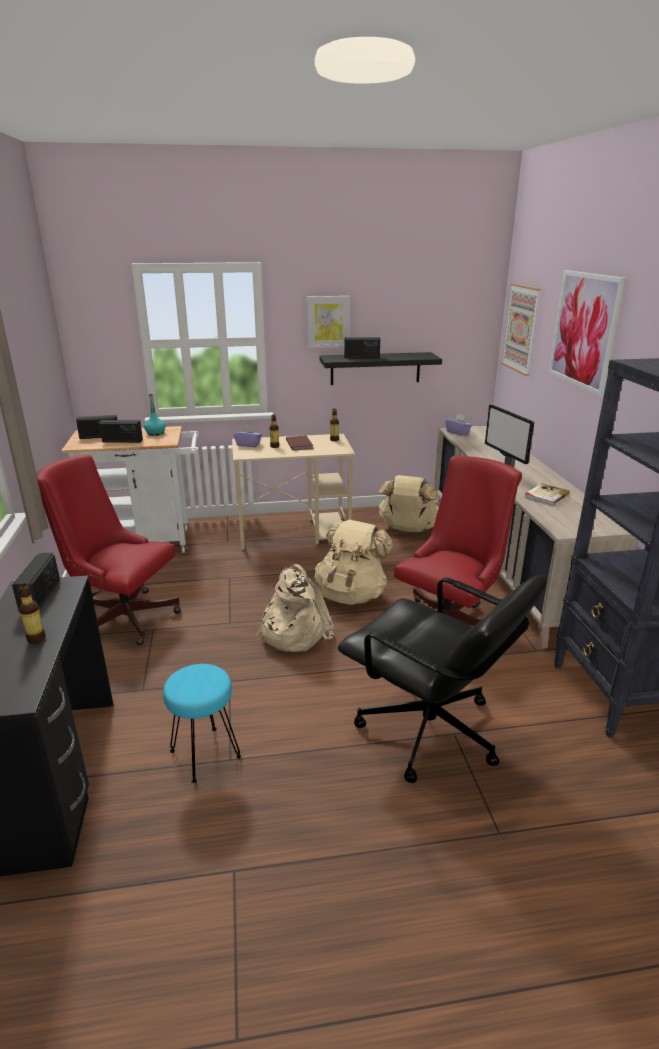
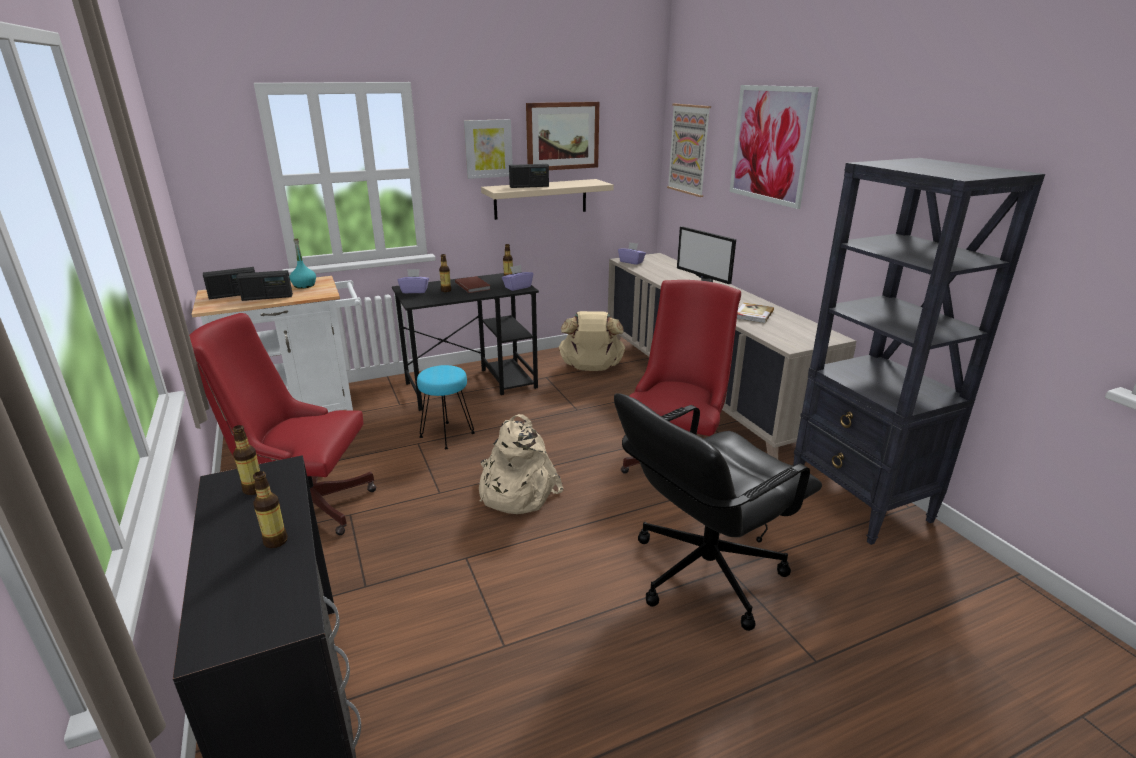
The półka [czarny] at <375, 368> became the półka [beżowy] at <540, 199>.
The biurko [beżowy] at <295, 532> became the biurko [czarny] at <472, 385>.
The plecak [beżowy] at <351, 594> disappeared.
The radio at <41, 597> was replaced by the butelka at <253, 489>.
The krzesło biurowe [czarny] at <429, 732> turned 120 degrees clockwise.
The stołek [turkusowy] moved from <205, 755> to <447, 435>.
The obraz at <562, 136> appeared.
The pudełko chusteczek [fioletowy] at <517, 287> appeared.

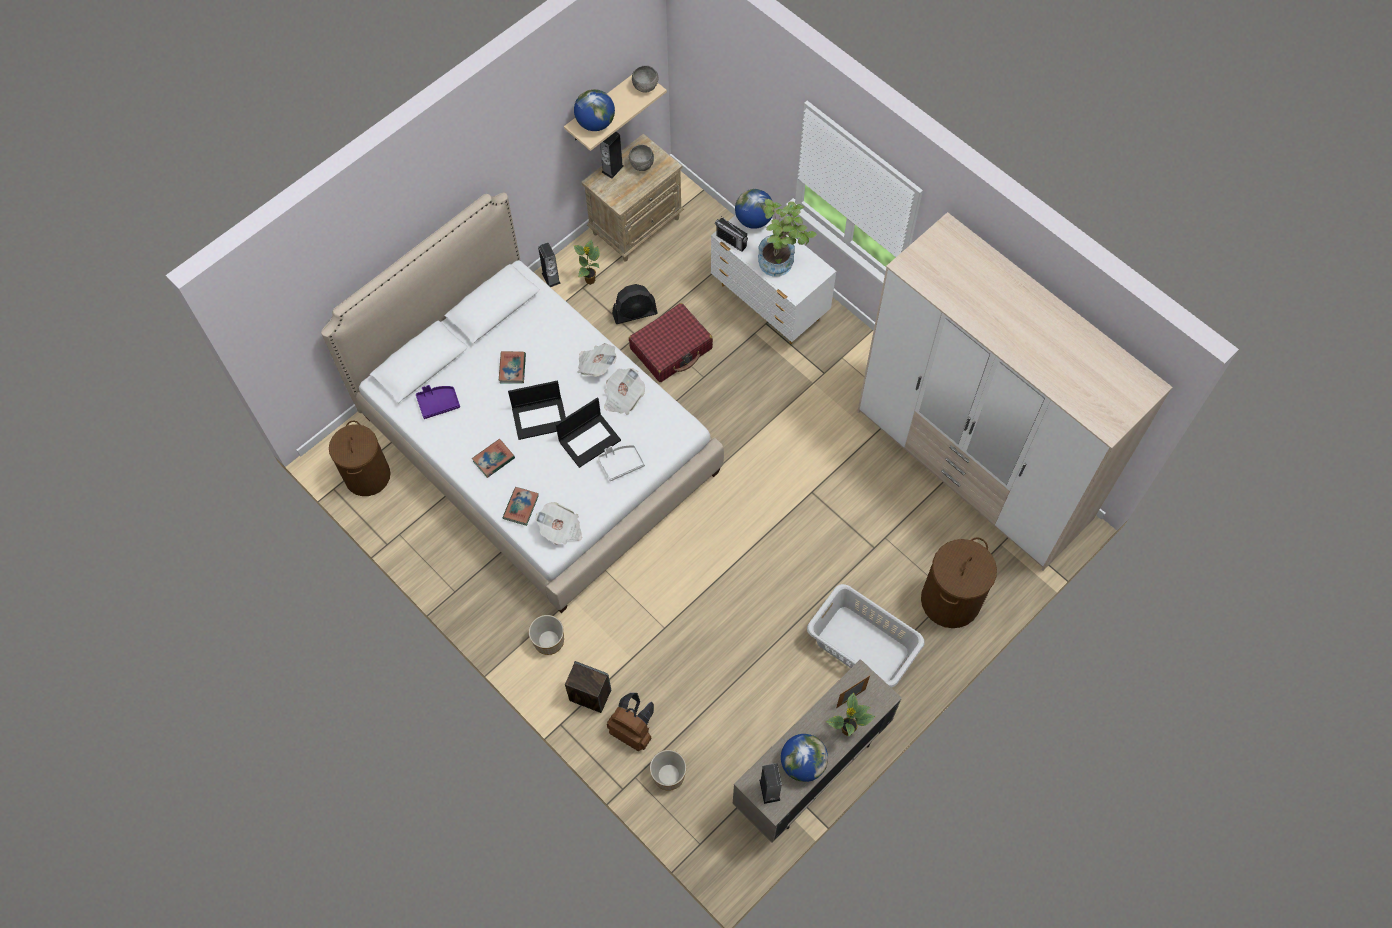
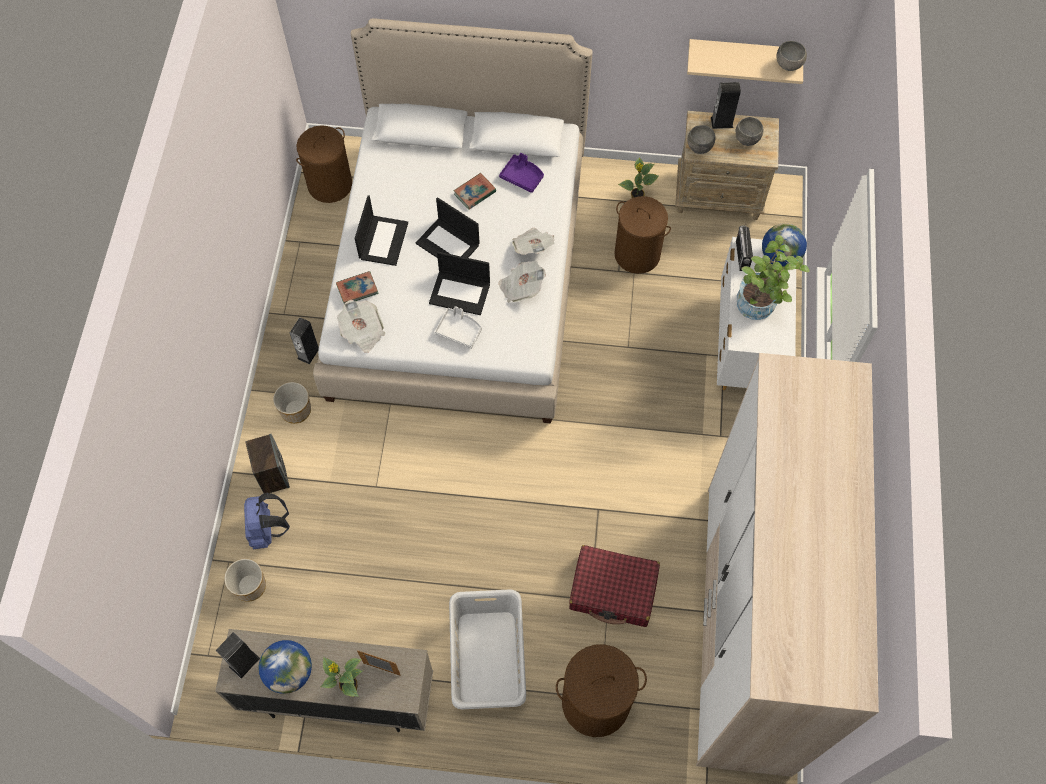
The globus at <595, 123> disappeared.
The głośnik moved from <551, 278> to <308, 353>.
The wentylator [czarny] at <635, 313> was replaced by the kosz na pranie [brązowy] at <637, 254>.
The walizka [czerwony] moved from <671, 349> to <613, 590>.
The taca [fioletowy] moved from <438, 403> to <522, 177>.
The książka at <493, 459> was replaced by the laptop at <383, 240>.
The plecak [brązowy] at <633, 730> became the plecak [niebieski] at <268, 530>.
The miska [szary] at <699, 147> appeared.

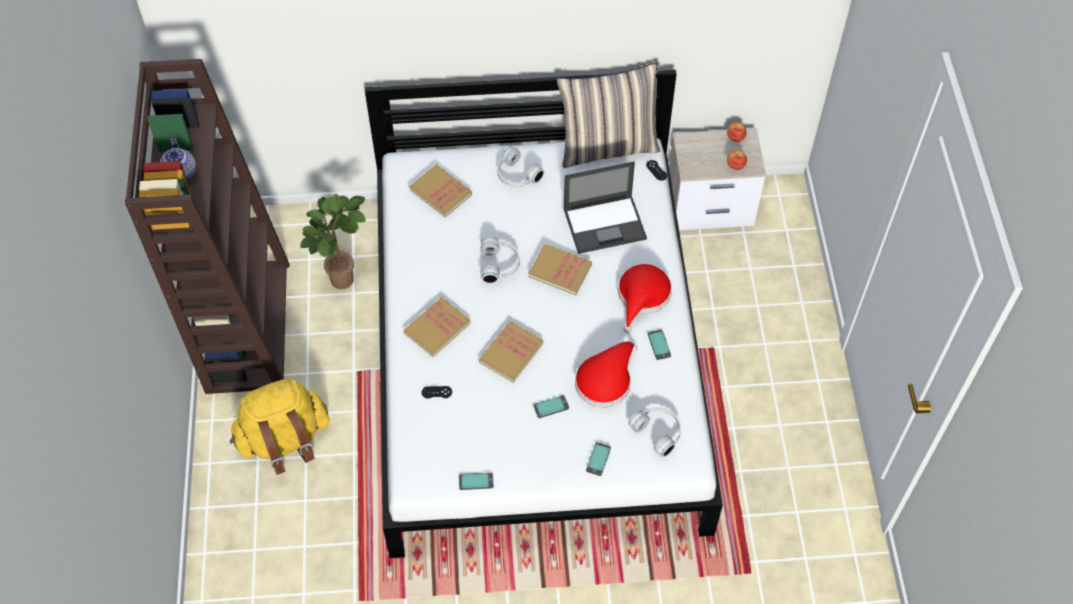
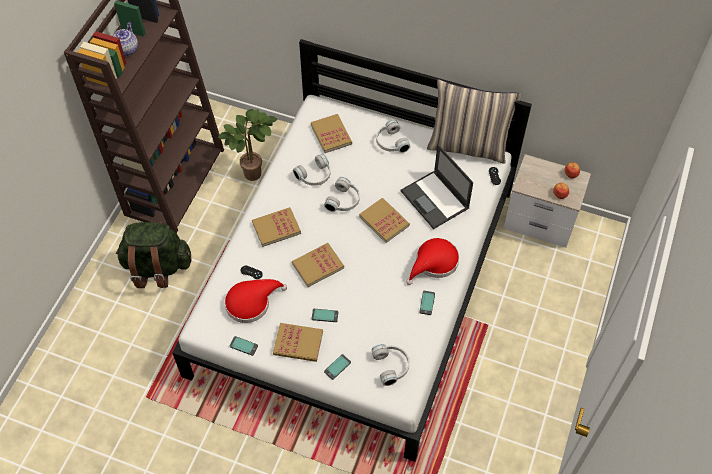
The laptop at <605, 223> turned 45 degrees clockwise.
The kapelusz [czerwony] moved from <605, 380> to <251, 302>.
The plecak [żółty] at <285, 440> became the plecak [zielony] at <157, 267>.
The słuchawki [biały] at <315, 176> appeared.
The książka at <298, 343> appeared.

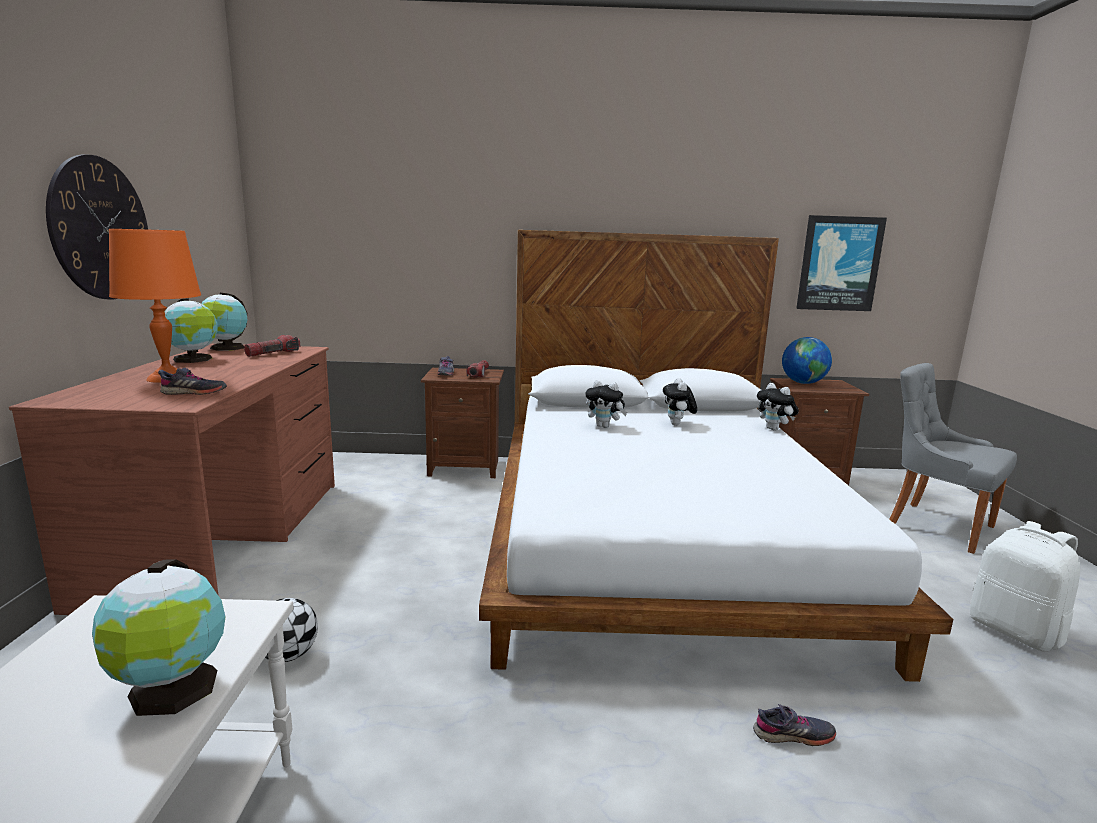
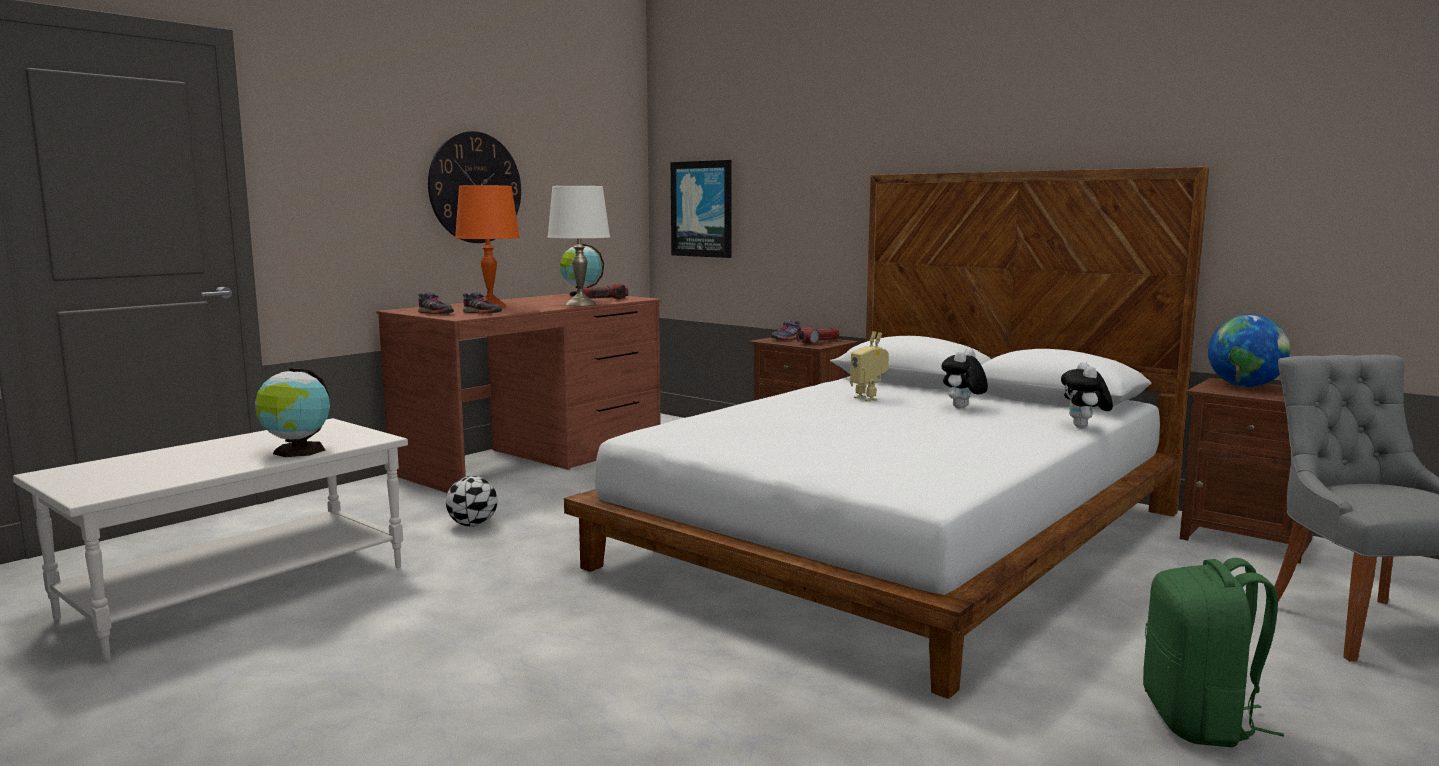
The obraz moved from <839, 264> to <702, 209>.
The globus at <193, 359> disappeared.
The pluszak at <604, 426> was replaced by the robot zabawkowy at <868, 398>.
The plecak [biały] at <1015, 631> became the plecak [zielony] at <1200, 721>.
The but [szary] moved from <793, 735> to <435, 313>.
The lampa stołowa [biały] at <580, 304> appeared.

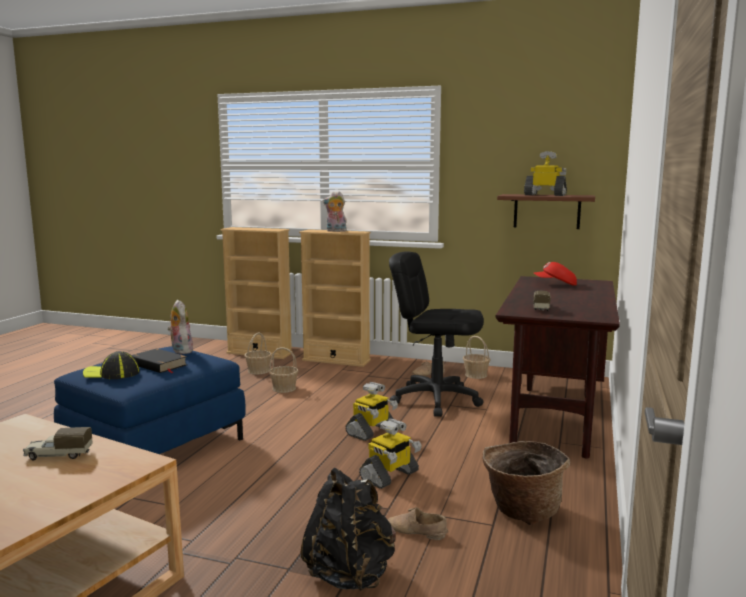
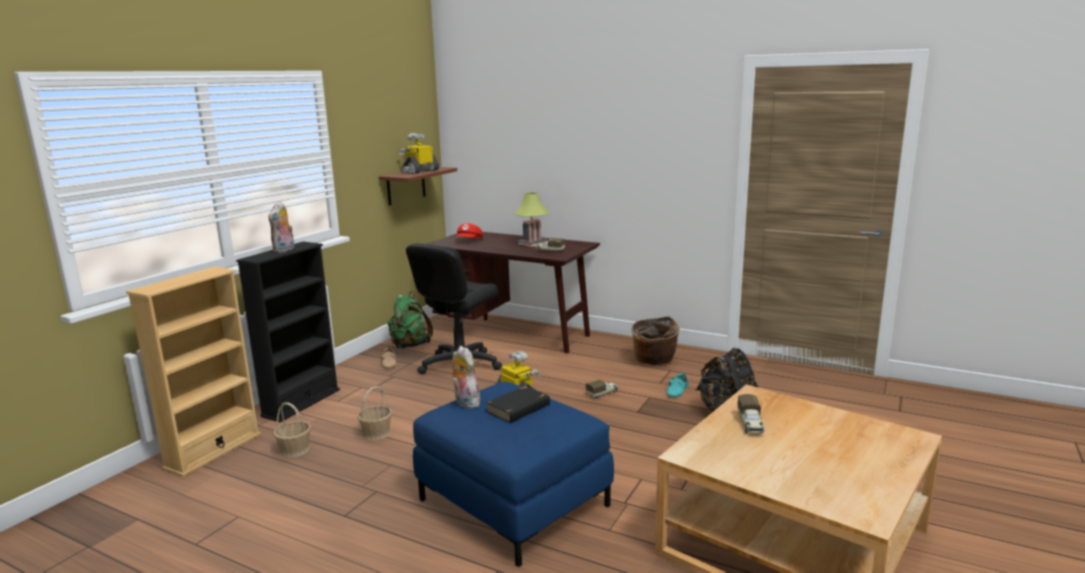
The regał [beżowy] at <336, 360> became the regał [czarny] at <301, 403>.
The pluszak at <180, 351> turned 75 degrees clockwise.
The koszyk at <476, 375> was replaced by the plecak [zielony] at <409, 346>.
The czapka z daszkiem at <112, 373> disappeared.
The robot zabawkowy at <390, 476> was replaced by the ciężarówka zabawkowa at <602, 393>.
The but [beżowy] at <416, 531> became the but [turkusowy] at <678, 391>.
The lampa stołowa at <532, 243> appeared.

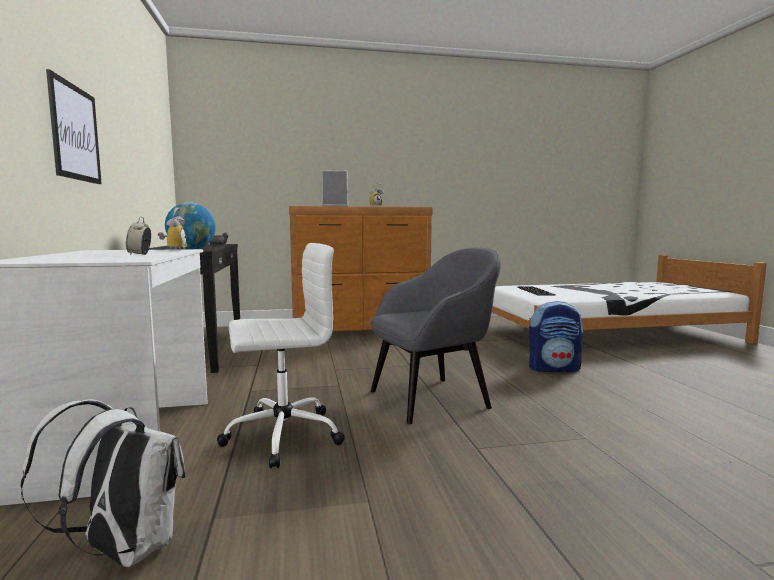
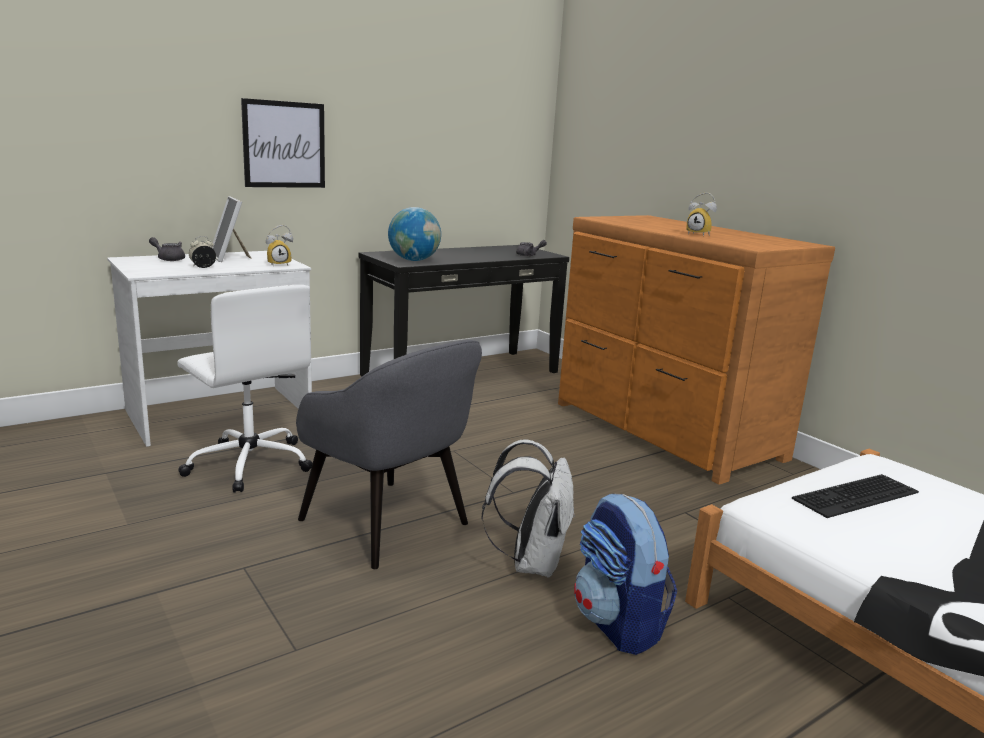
The ramka na zdjęcie moved from <335, 206> to <230, 258>.
The plecak [biały] moved from <122, 551> to <531, 562>.
The imbryk [szary] at <169, 259> appeared.

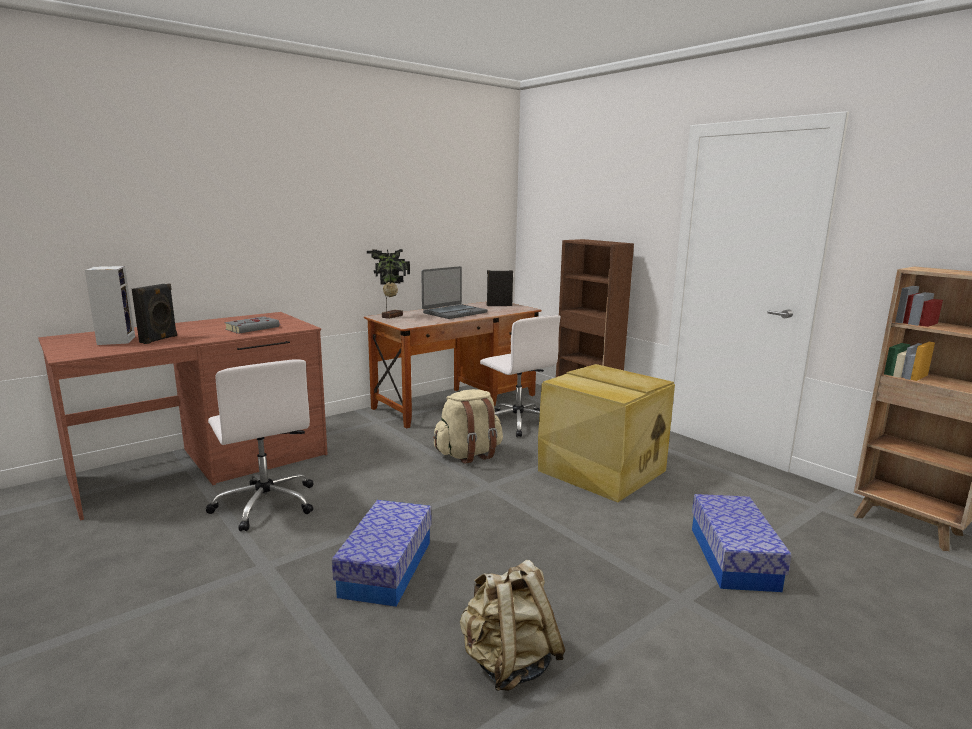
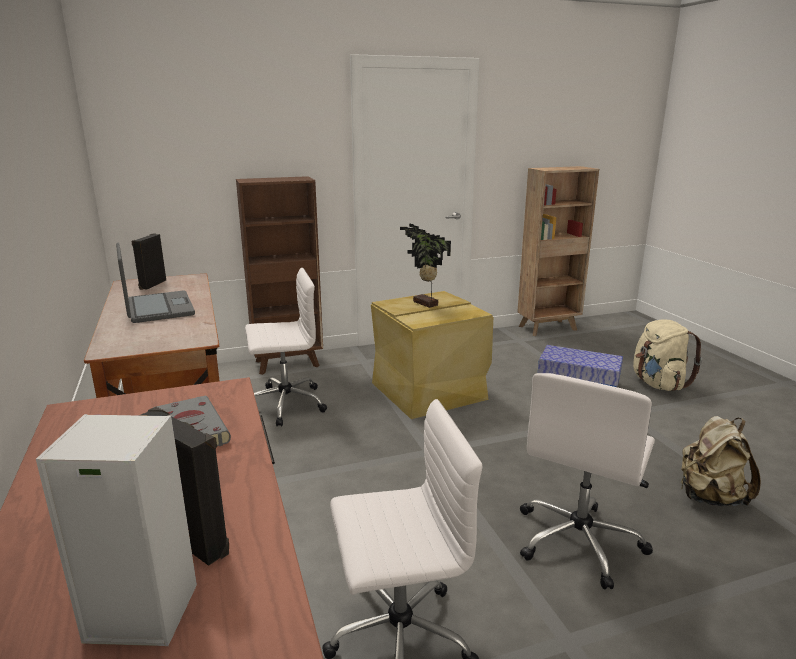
The roślina doniczkowa moved from <390, 316> to <424, 304>.
The plecak [beżowy] moved from <468, 454> to <658, 384>.
The pojemnik do przechowywania at <386, 568> was replaced by the krzesło biurowe [biały] at <579, 541>.

